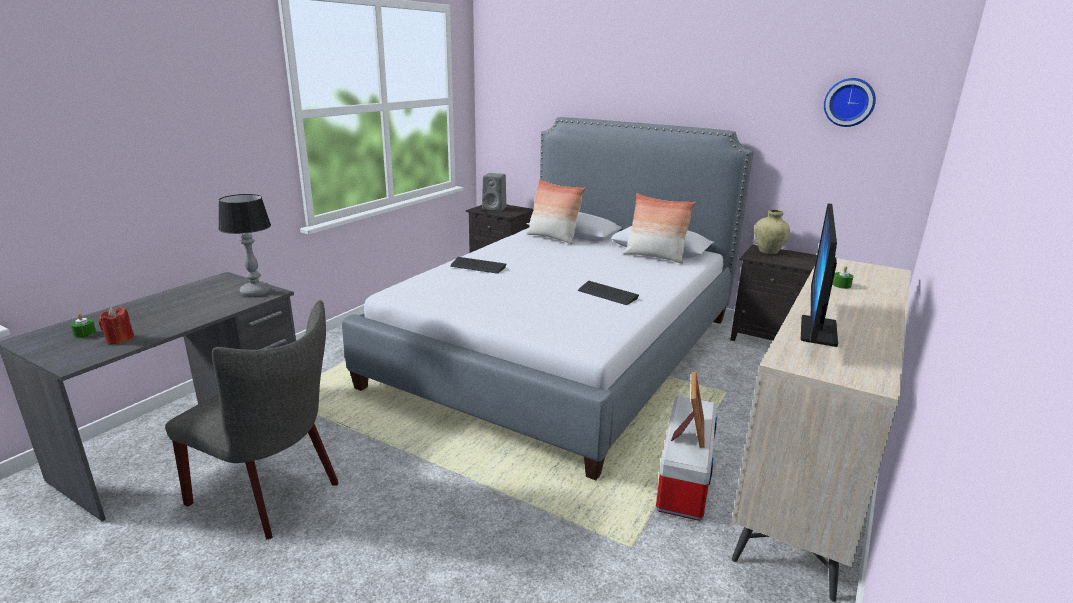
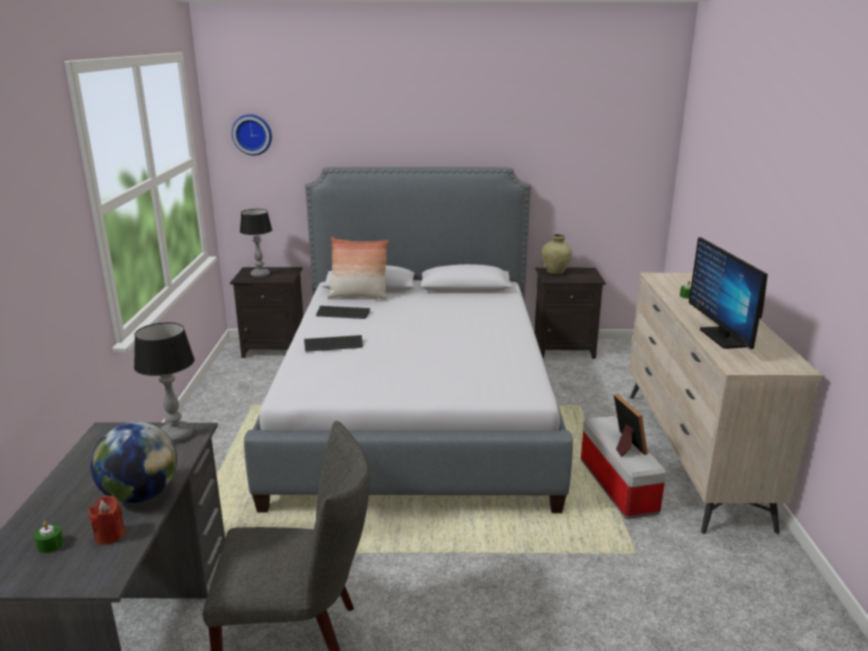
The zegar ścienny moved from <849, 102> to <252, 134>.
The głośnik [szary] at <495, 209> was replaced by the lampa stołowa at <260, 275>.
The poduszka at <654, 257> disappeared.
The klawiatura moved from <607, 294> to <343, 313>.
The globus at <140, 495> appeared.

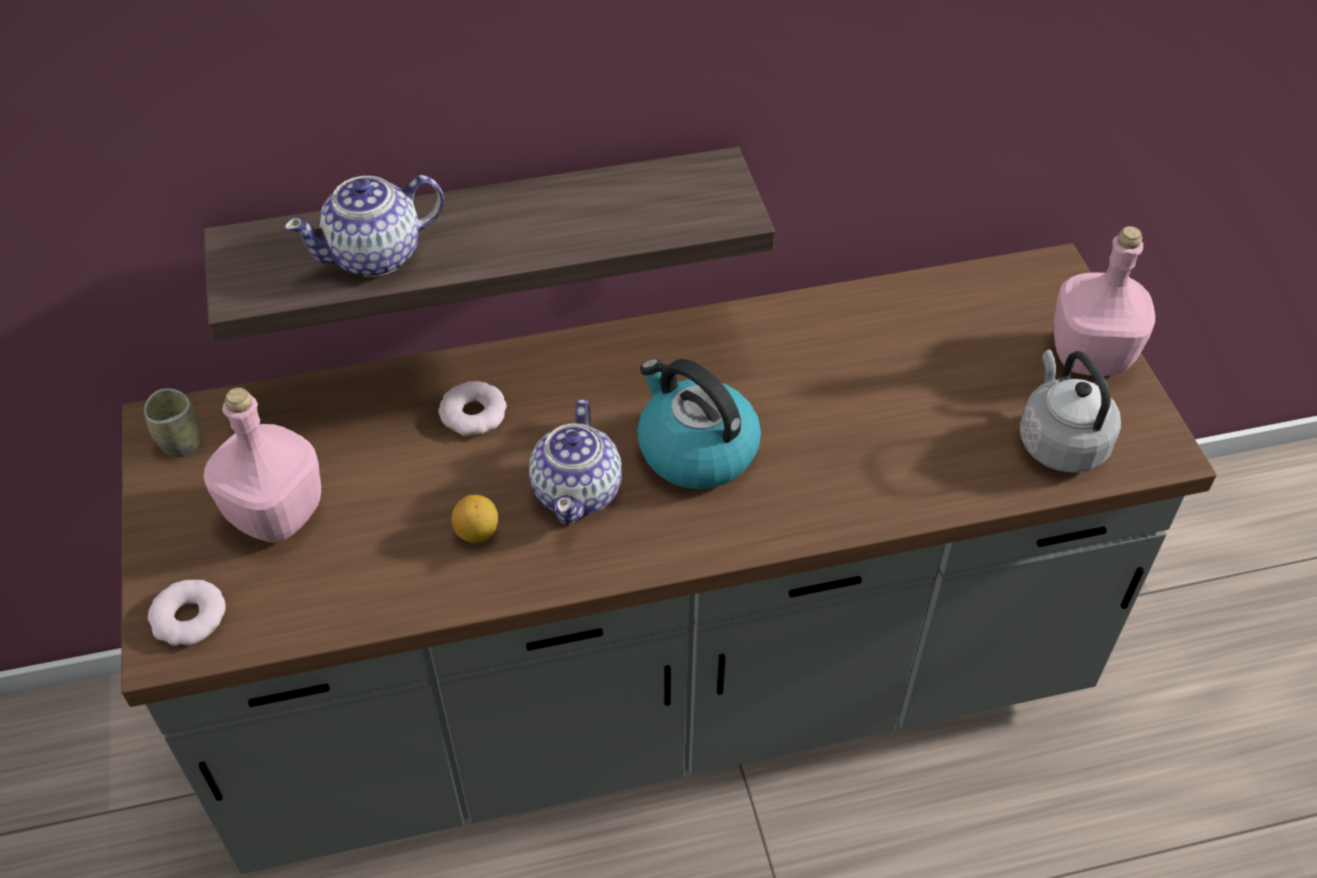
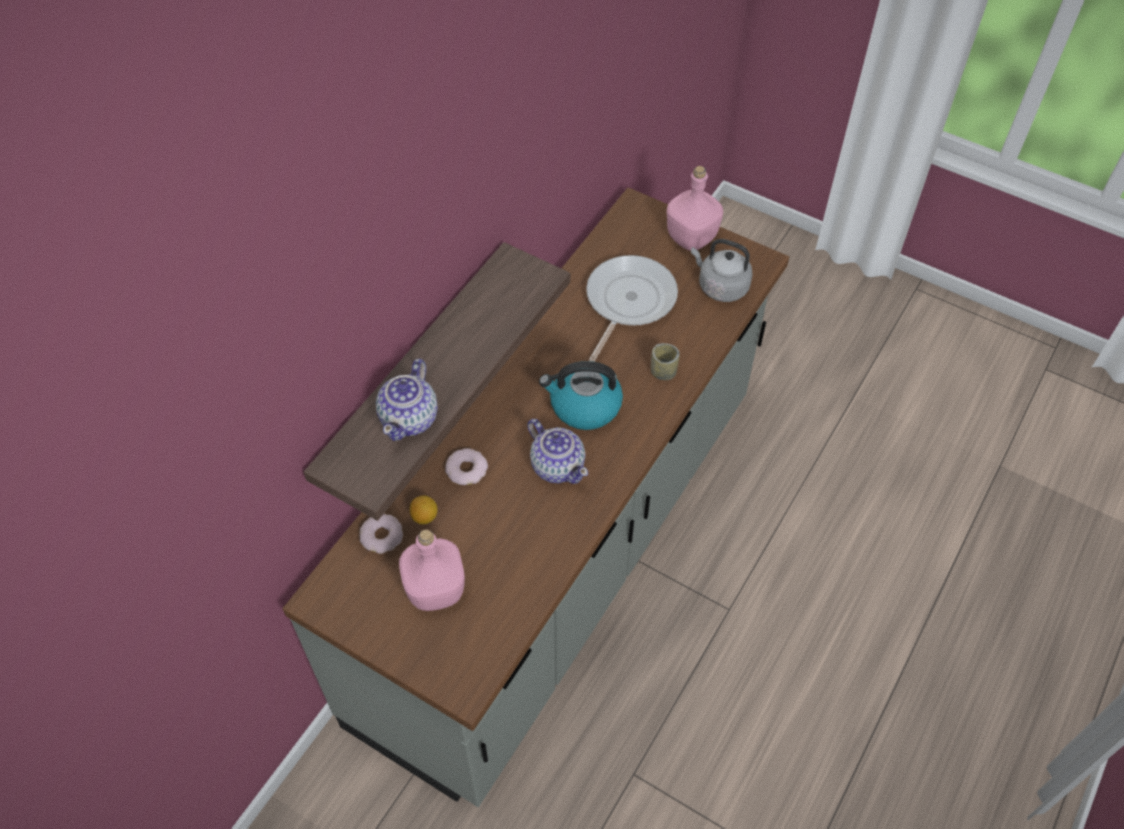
The filiżanka moved from <181, 442> to <663, 372>.
The cytryna moved from <477, 532> to <424, 516>.
The donut moved from <189, 617> to <382, 536>.
The patelnia at <628, 302> appeared.

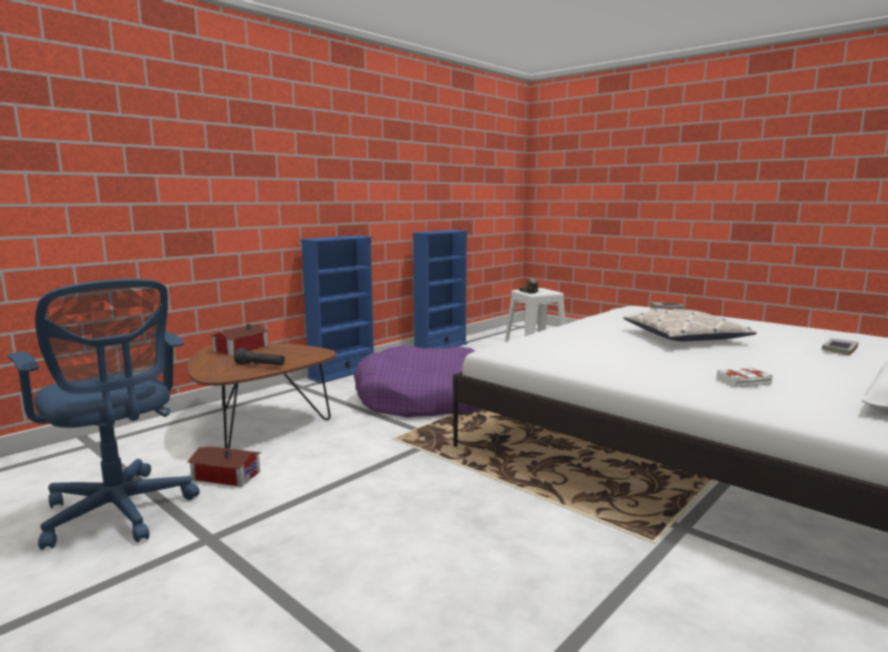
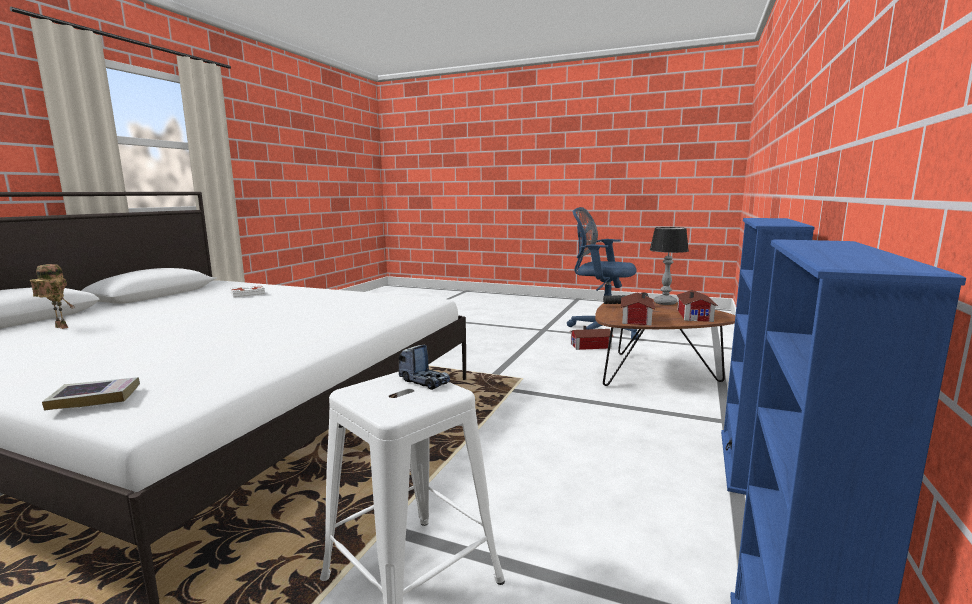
The poduszka at <685, 336> disappeared.
The książka at <839, 350> was replaced by the robot zabawkowy at <58, 327>.
The legowisko [fioletowy] at <424, 399> disappeared.
The lampa stołowa at <664, 303> appeared.
The domek at <635, 319> appeared.

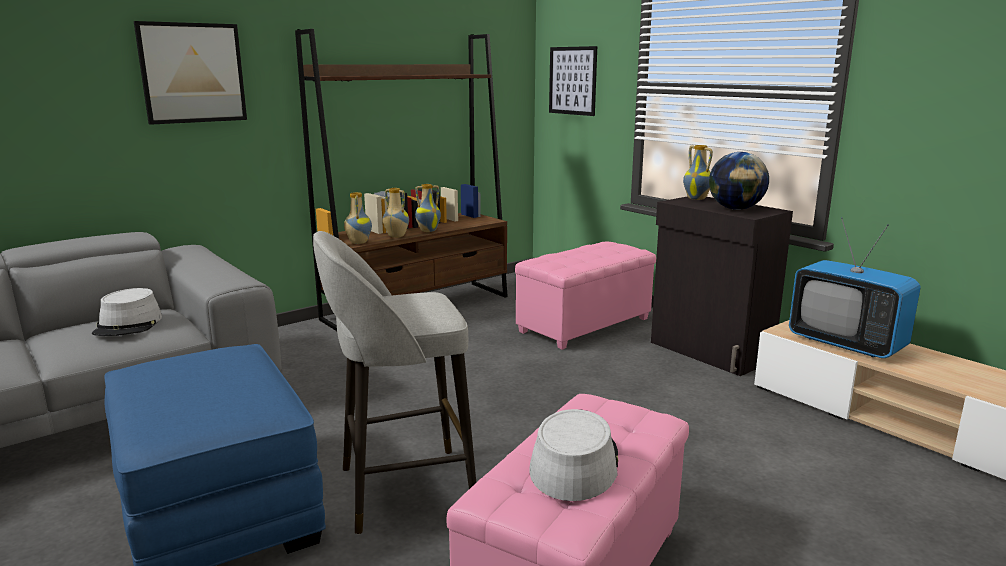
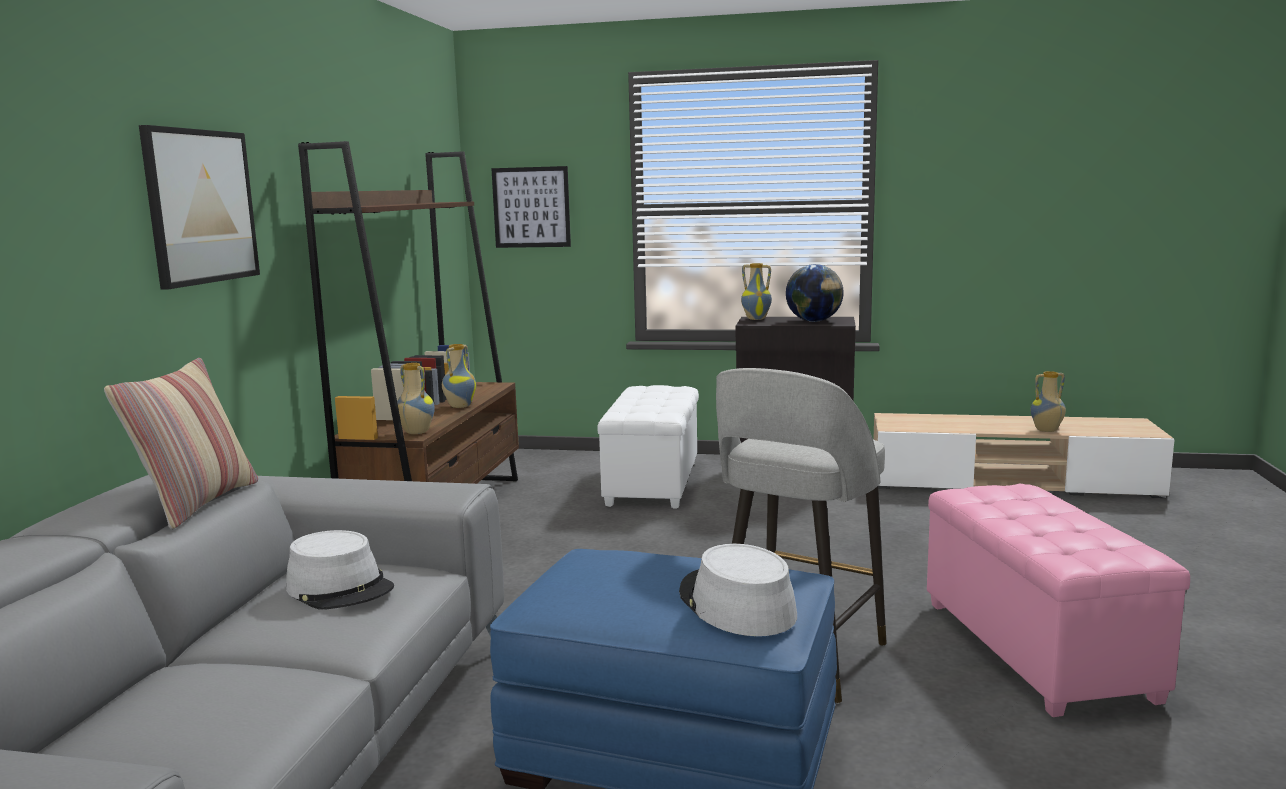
The wazon moved from <396, 236> to <1046, 430>.
The telewizor at <846, 344> disappeared.
The pufa [różowy] at <585, 326> became the pufa [biały] at <654, 484>.
The kapelusz [szary] moved from <574, 463> to <736, 604>.
The poduszka at <197, 504> appeared.

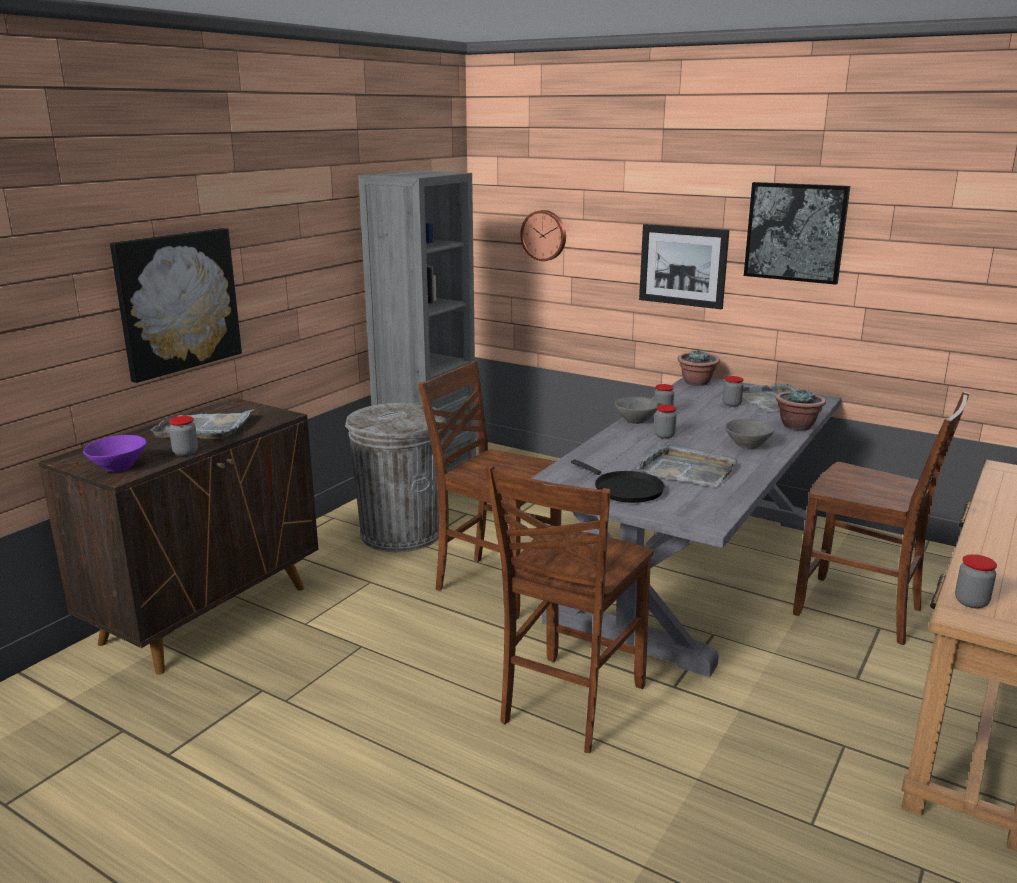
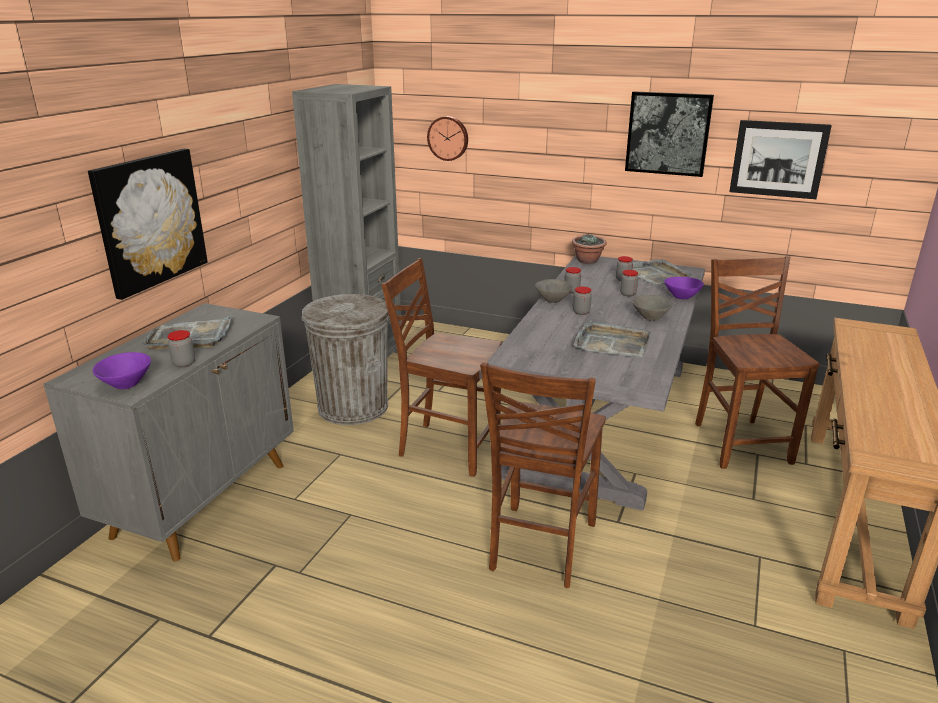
The obraz moved from <683, 266> to <778, 159>.
The roślina doniczkowa at <797, 426> was replaced by the miska [fioletowy] at <681, 296>.
The krzesło [brązowy] at <860, 612> turned 120 degrees counterclockwise.
The szafka [brązowy] at <208, 613> became the szafka [szary] at <203, 498>.
The patelnia [czarny] at <624, 490> disappeared.
The słoik moved from <971, 602> to <628, 294>.

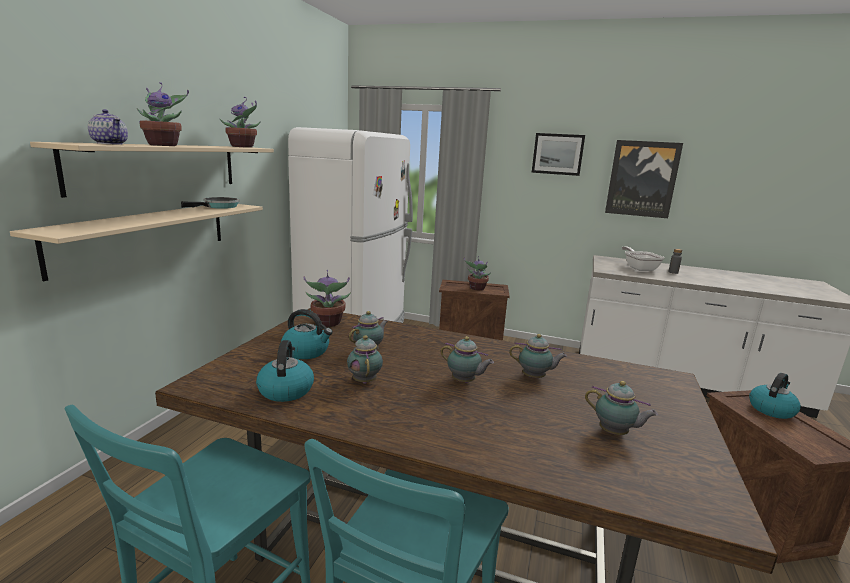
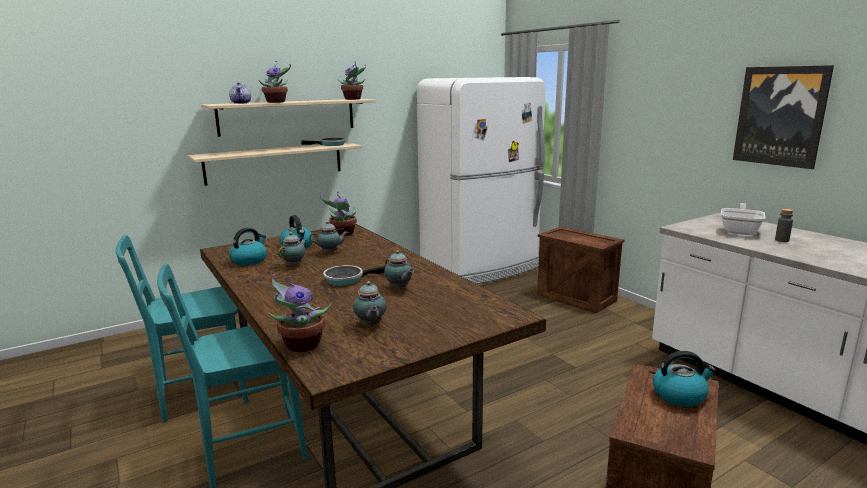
The obraz at <557, 154> disappeared.
The roślina doniczkowa moved from <476, 288> to <300, 345>.
The imbryk at <464, 382> was replaced by the patelnia at <347, 279>.

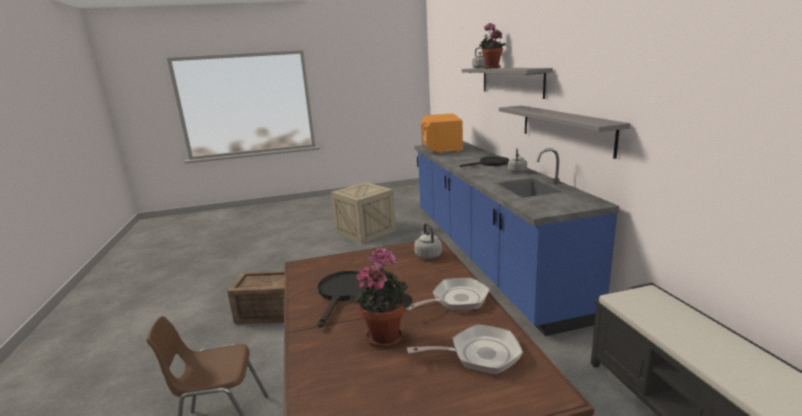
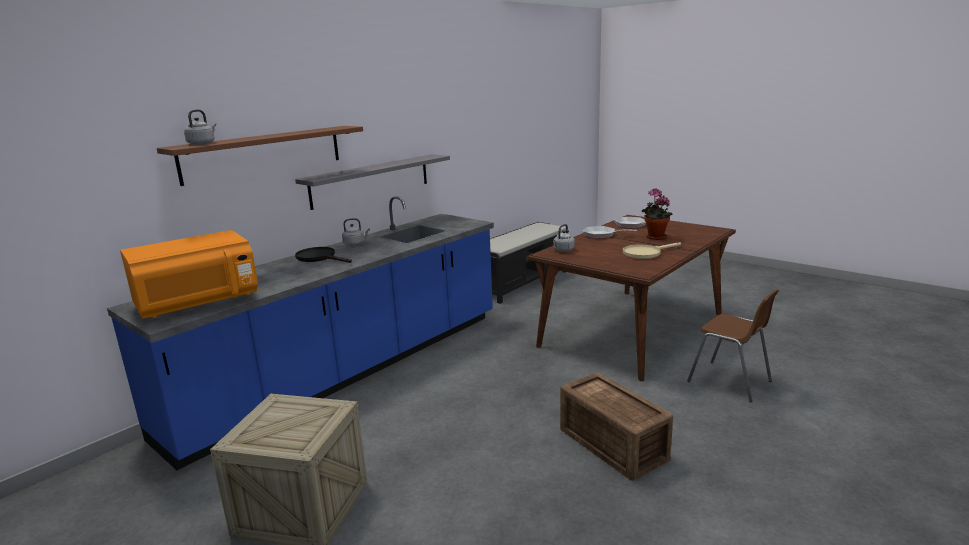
The roślina doniczkowa at <491, 68> disappeared.
The półka [szary] at <511, 81> became the półka [brązowy] at <264, 153>.
The patelnia [czarny] at <342, 293> became the patelnia [beżowy] at <645, 253>.

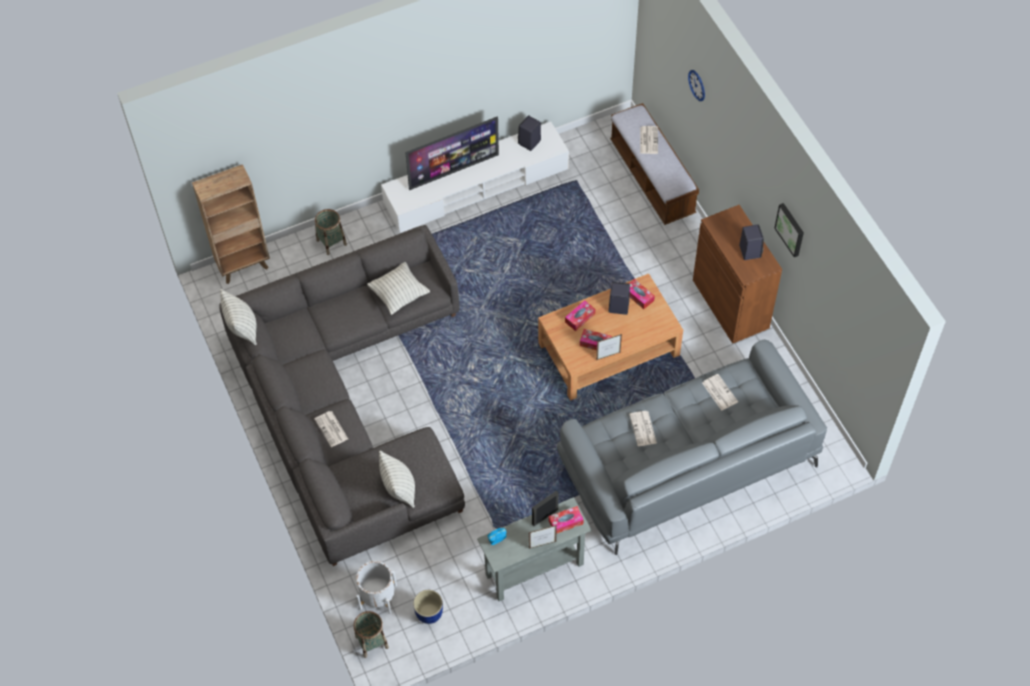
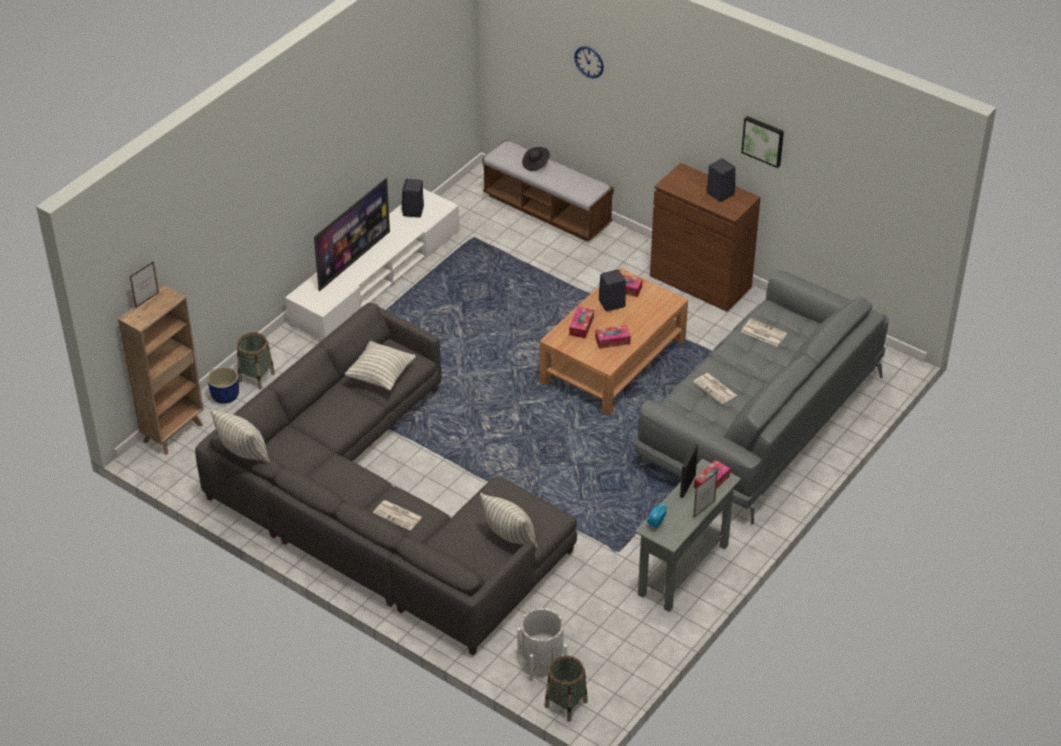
The gazeta at <648, 140> was replaced by the kapelusz [czarny] at <535, 164>.
The ramka na zdjęcie moved from <608, 356> to <147, 300>.
The donica [niebieski] moved from <429, 613> to <225, 396>.

